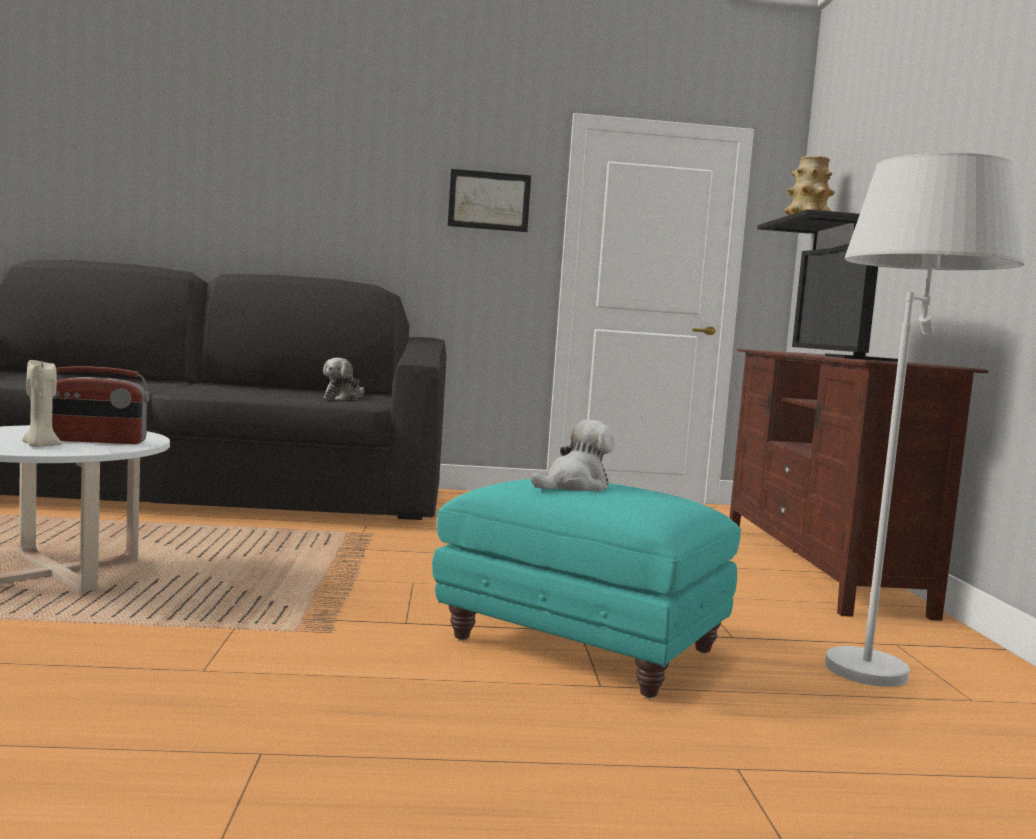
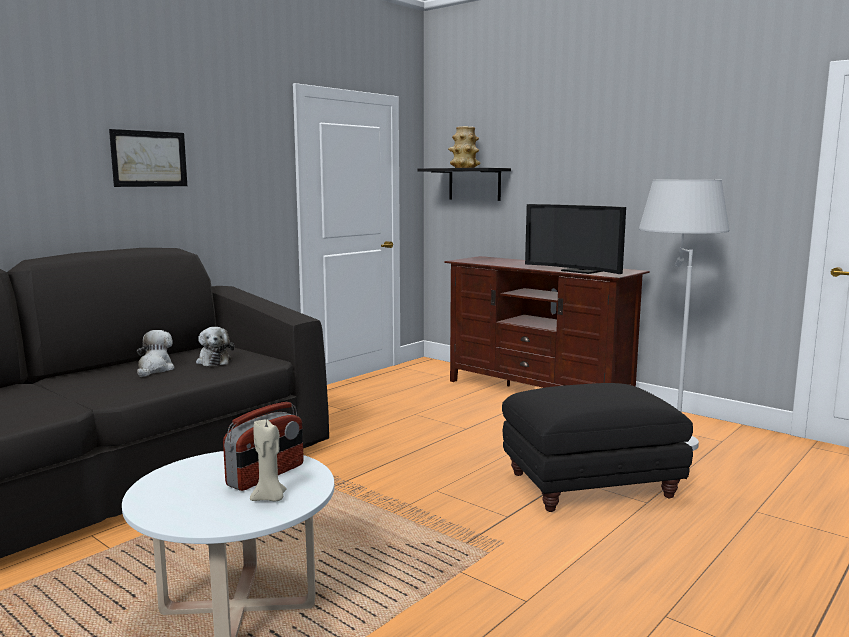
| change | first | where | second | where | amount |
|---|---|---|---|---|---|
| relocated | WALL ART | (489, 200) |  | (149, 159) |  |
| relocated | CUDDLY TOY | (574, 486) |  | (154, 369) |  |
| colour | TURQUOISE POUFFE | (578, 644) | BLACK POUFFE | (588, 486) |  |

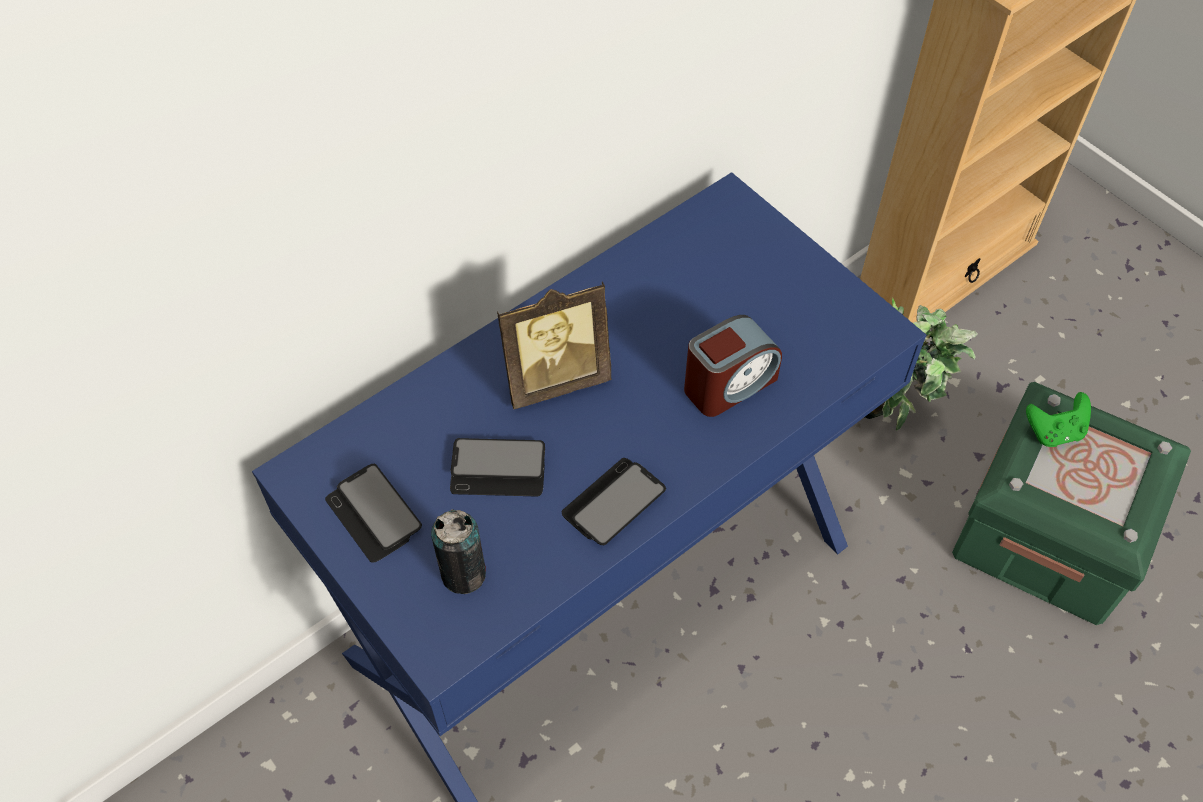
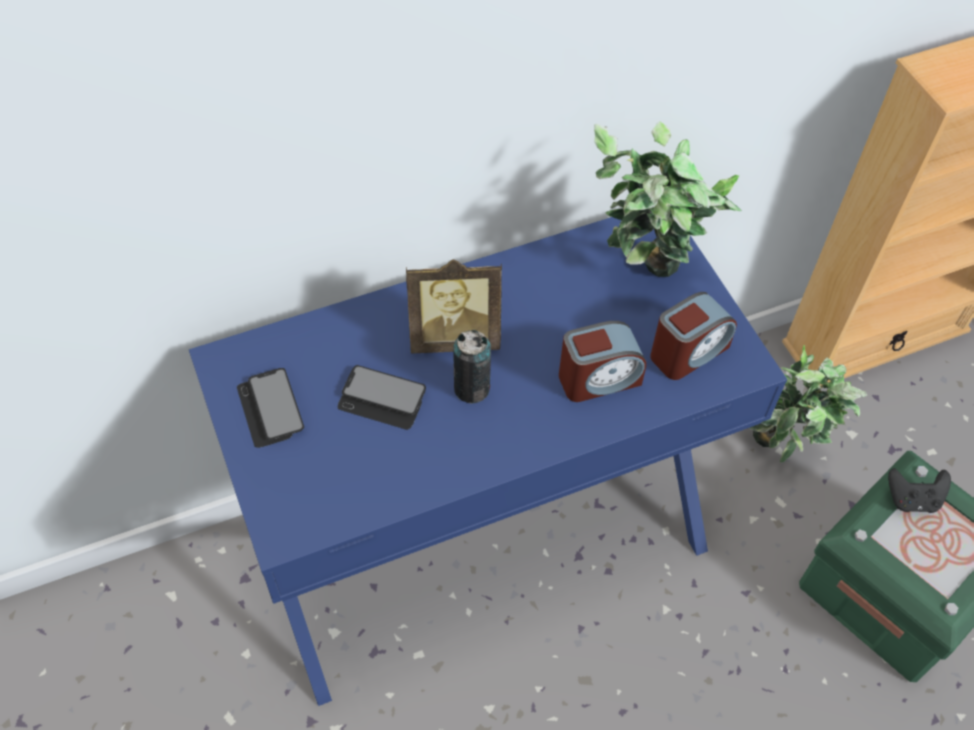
| change | first | where | second | where | amount |
|---|---|---|---|---|---|
| colour | GREENISH GAME CONTROLLER | (1054, 432) | BLACK GAME CONTROLLER | (912, 499) |  |
| missing | HANDSET | (613, 503) |  |  |  |
| relocated | CAN | (463, 574) |  | (471, 388) |  |
| appeared |  |  | POTTED PLANT | (644, 280) |  |
| appeared |  |  | TABLE CLOCK | (688, 352) |  |

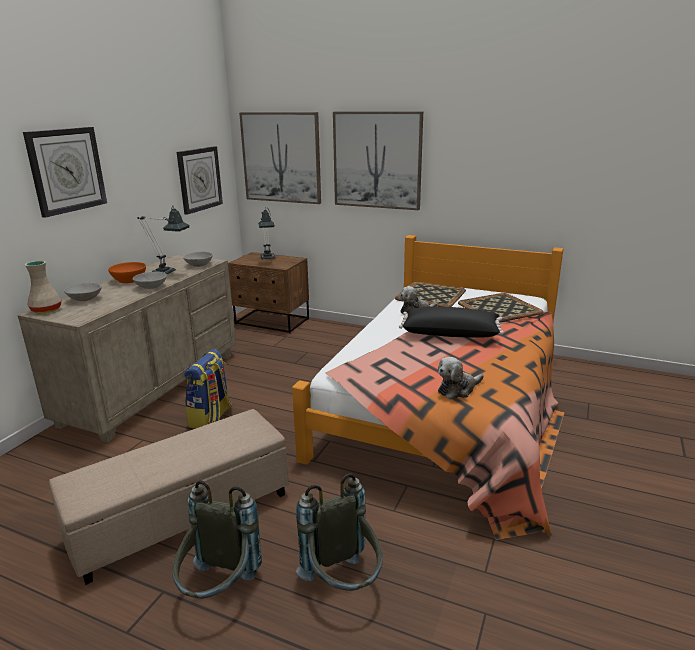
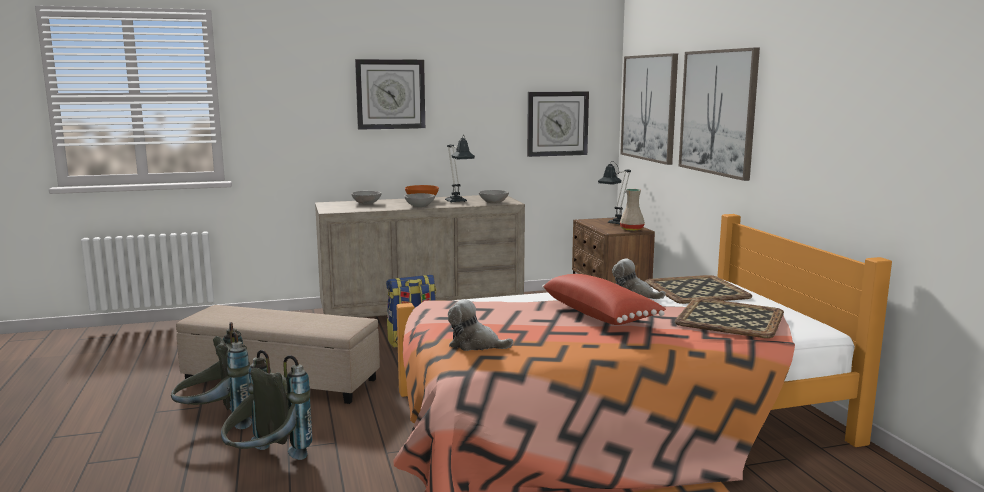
| change | first | where | second | where | amount |
|---|---|---|---|---|---|
| relocated | BEIGE-COLOURED FLOWER VASE | (46, 310) |  | (631, 229) |  |
| colour | BLACK CUSHION | (450, 333) | REDDISH CUSHION | (600, 314) |  |

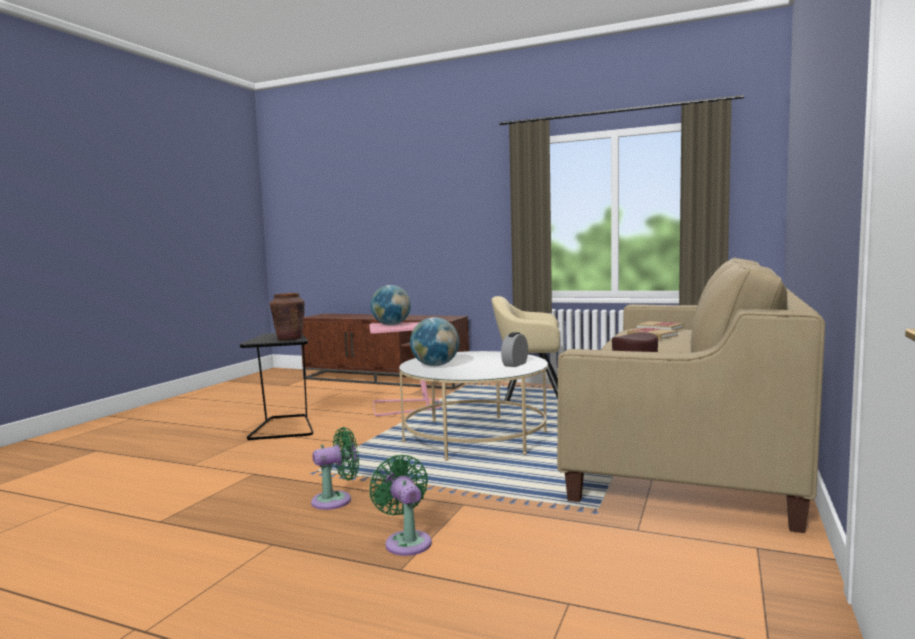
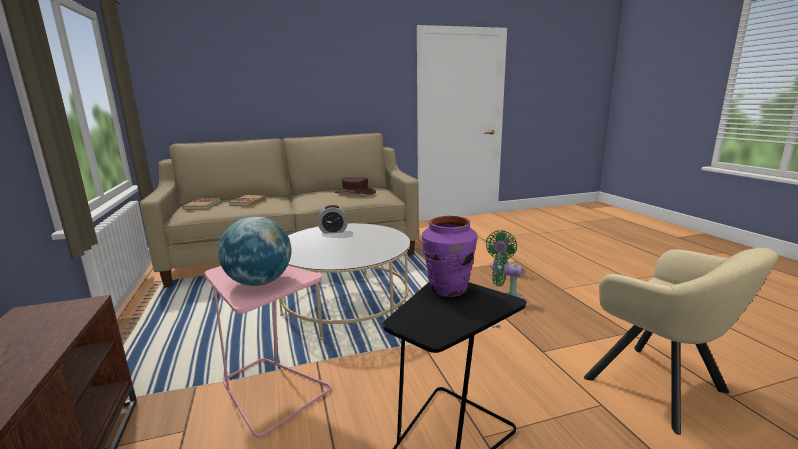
| change | first | where | second | where | amount |
|---|---|---|---|---|---|
| colour | BROWN-COLOURED FLOWER VASE | (289, 339) | PURPLE FLOWER VASE | (448, 289) |  |
| relocated | BEIGE-COLOURED ARMCHAIR | (529, 395) |  | (662, 389) |  |
| missing | DESK GLOBE | (435, 366) |  |  |  |

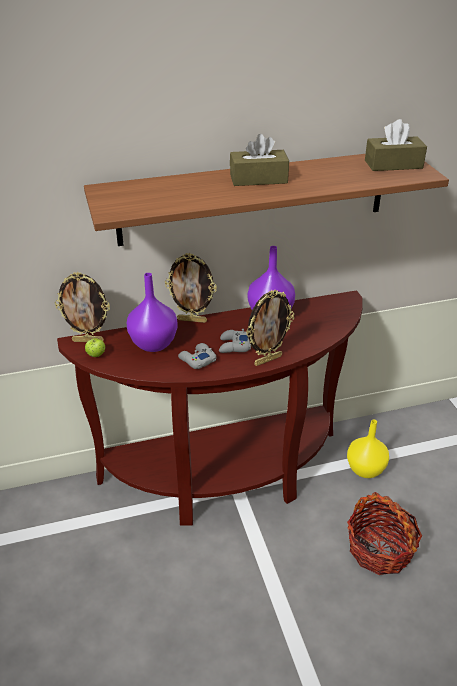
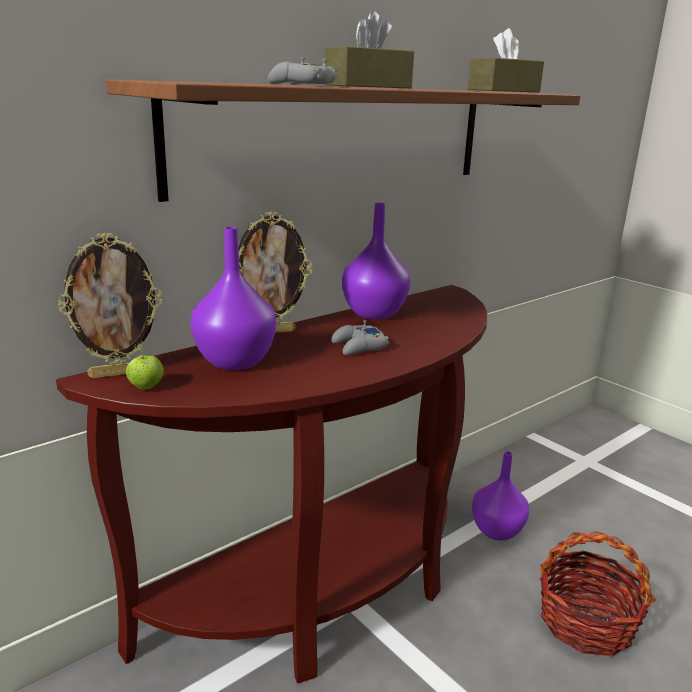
| change | first | where | second | where | amount |
|---|---|---|---|---|---|
| missing | STANDING FRAME | (267, 360) |  |  |  |
| relocated | GRAY GAME CONTROLLER | (197, 360) |  | (302, 85) |  |
| colour | YELLOW FLOWER VASE | (365, 470) | PURPLE FLOWER VASE | (497, 531) |  |

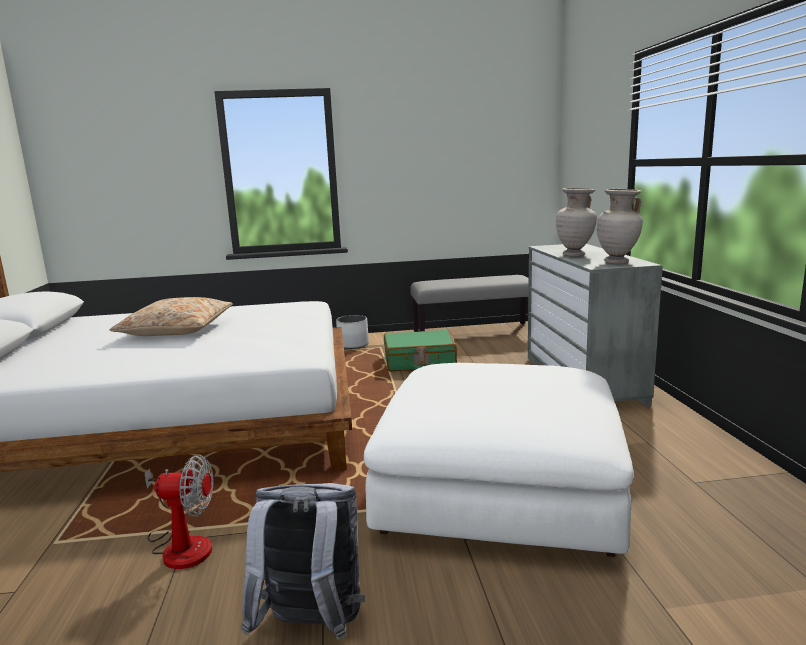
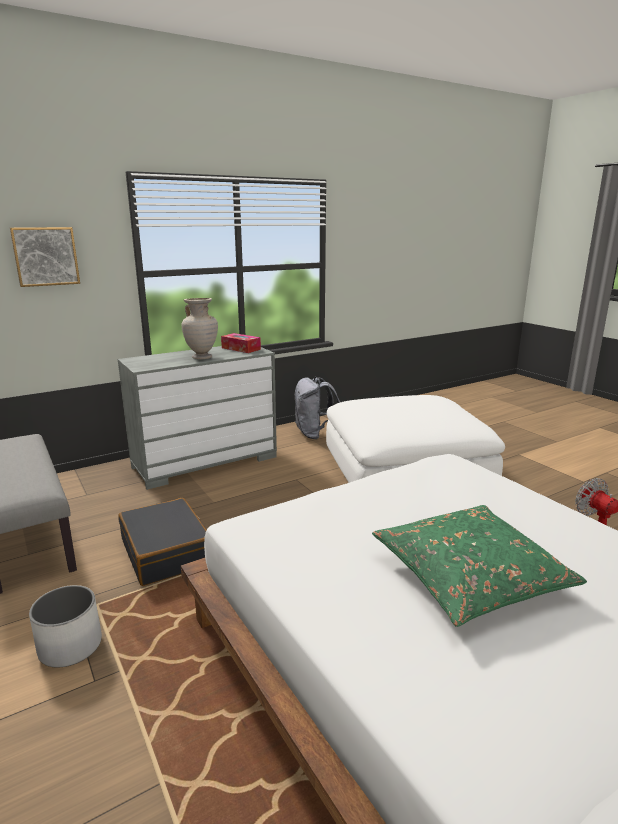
| change | first | where | second | where | amount |
|---|---|---|---|---|---|
| exchanged | BEIGE-COLOURED FLOWER VASE | (617, 262) | BOX OF TISSUES | (241, 348) |  |
| colour | BEIGE-COLOURED CUSHION | (177, 330) | GREENISH CUSHION | (470, 575) |  |
| colour | GREENISH PIECE OF LUGGAGE | (419, 362) | BLACK PIECE OF LUGGAGE | (166, 552) |  |
| relocated | GRAY KNAPSACK | (312, 626) |  | (315, 434) |  |
| appeared |  |  | WALL ART | (45, 256) |  |

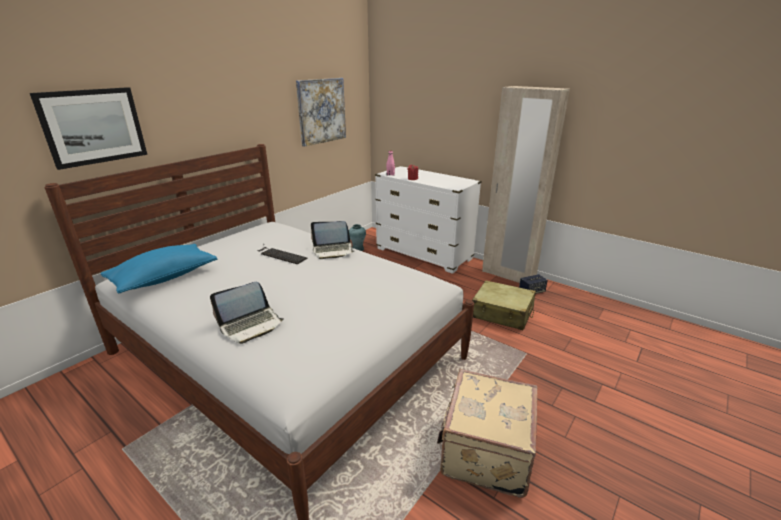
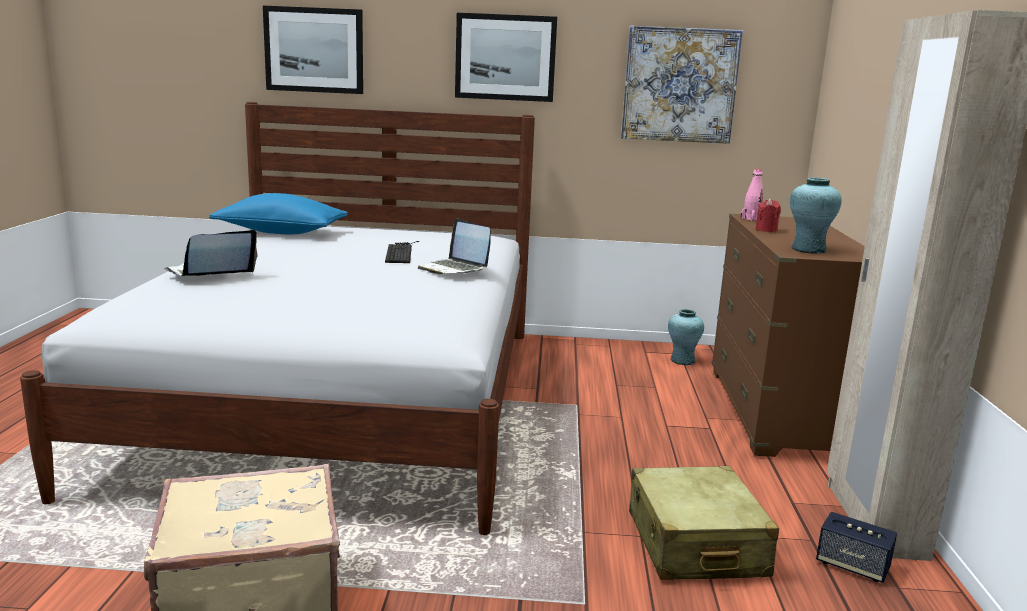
| change | first | where | second | where | amount |
|---|---|---|---|---|---|
| colour | WHITE-COLOURED DRESSER | (424, 254) | BROWN-COLOURED DRESSER | (775, 413) |  |
| spun | NOTEBOOK COMPUTER | (251, 325) |  | (210, 274) | 120 degrees clockwise |
| appeared |  |  | WALL ART | (505, 57) |  |
| appeared |  |  | TURQUOISE FLOWER VASE | (808, 250) |  |

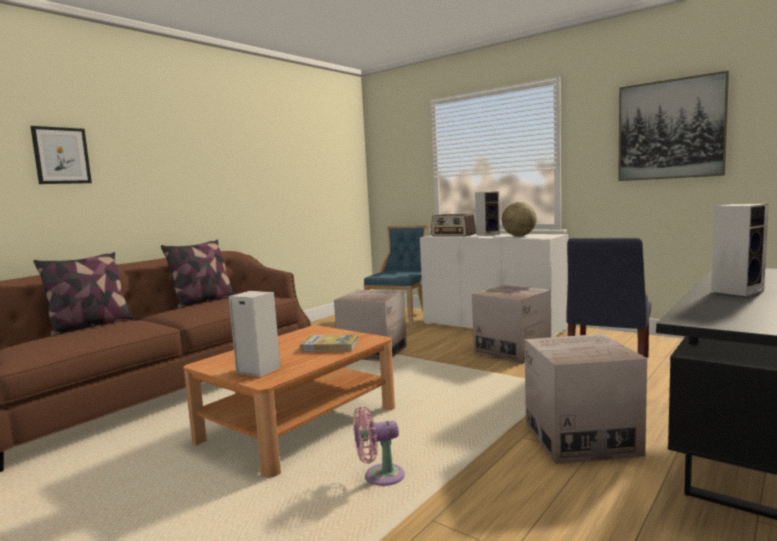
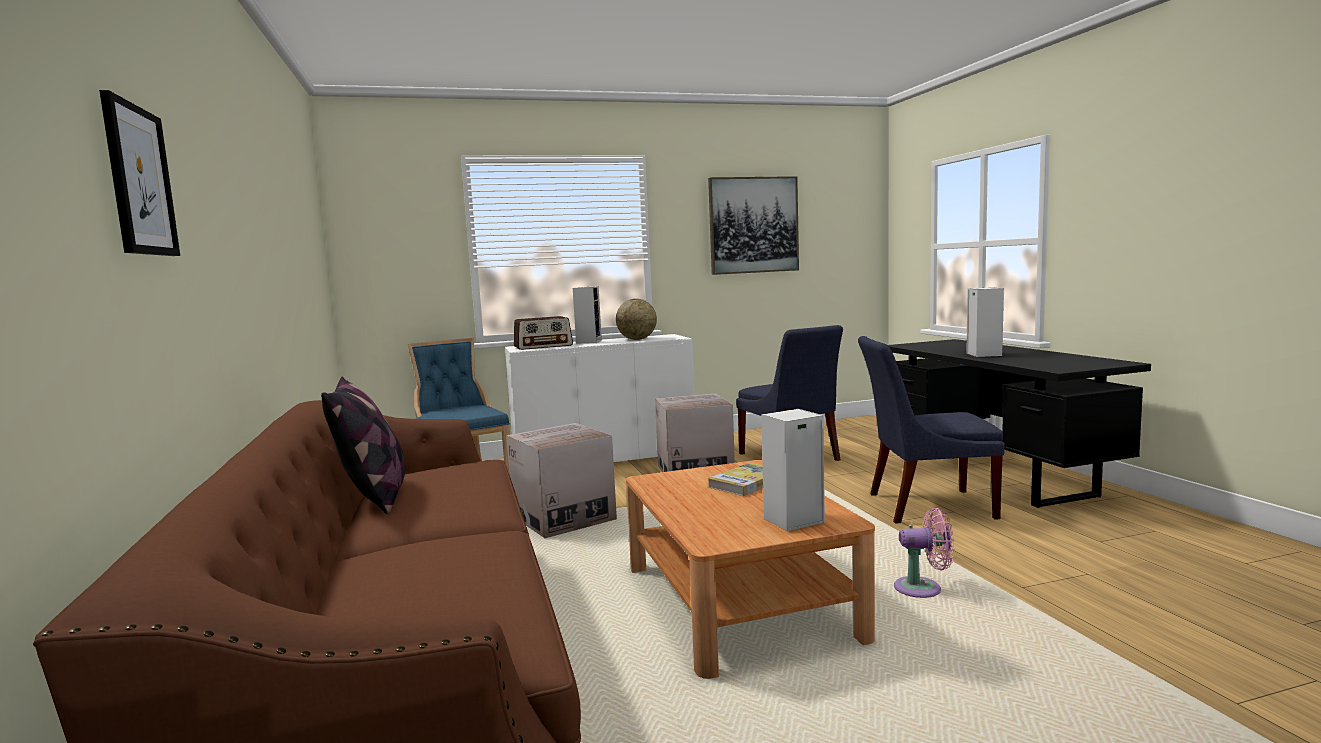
| change | first | where | second | where | amount |
|---|---|---|---|---|---|
| missing | CUSHION | (90, 326) |  |  |  |
| exchanged | CARTON | (581, 439) | BLUISH PLAIN CHAIR | (924, 506) |  |
| spun | PINK COOLING FAN | (380, 477) |  | (923, 589) | 105 degrees counterclockwise |

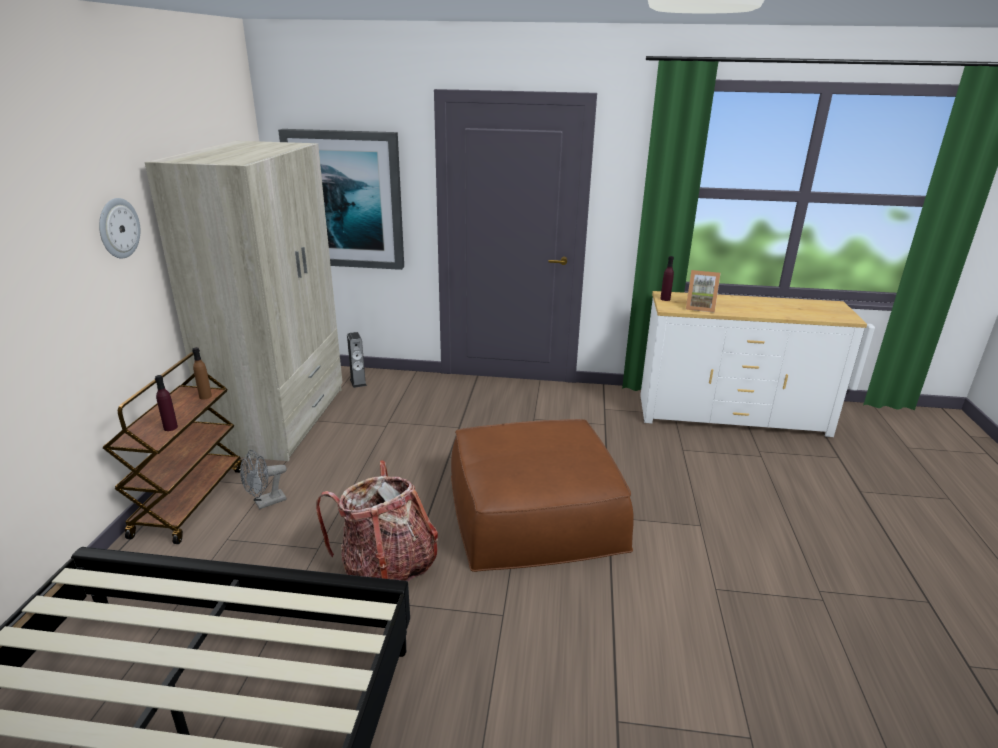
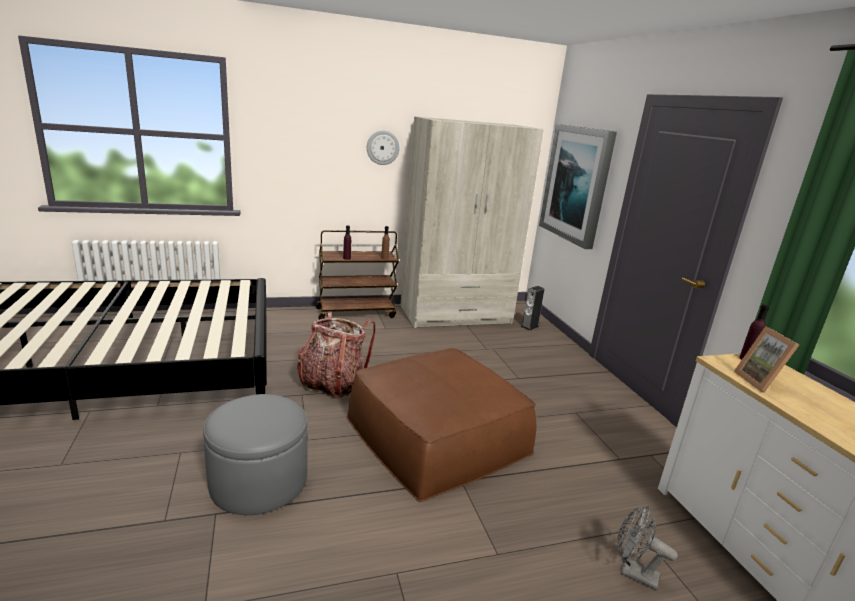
| change | first | where | second | where | amount |
|---|---|---|---|---|---|
| relocated | GRAY COOLING FAN | (265, 503) |  | (632, 573) |  |
| appeared |  |  | GRAY POUFFE | (258, 481) |  |

